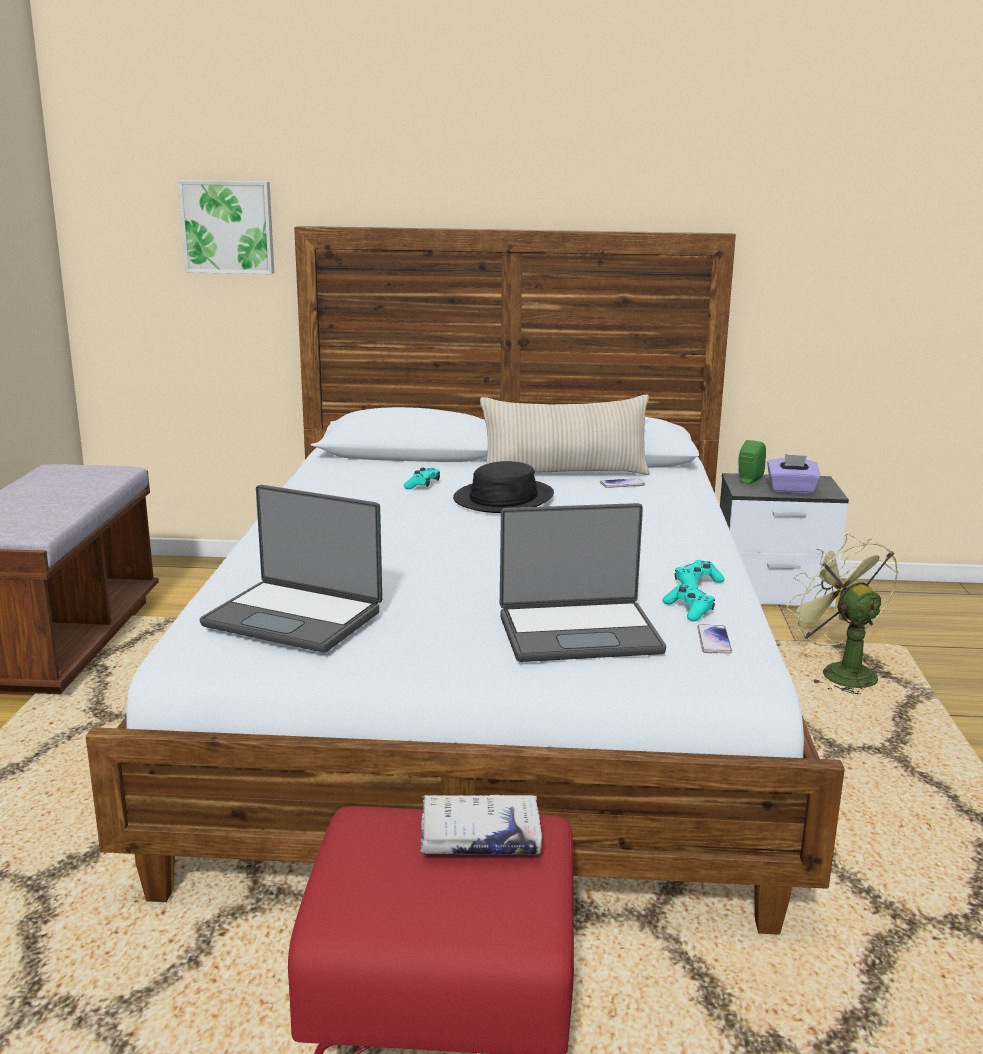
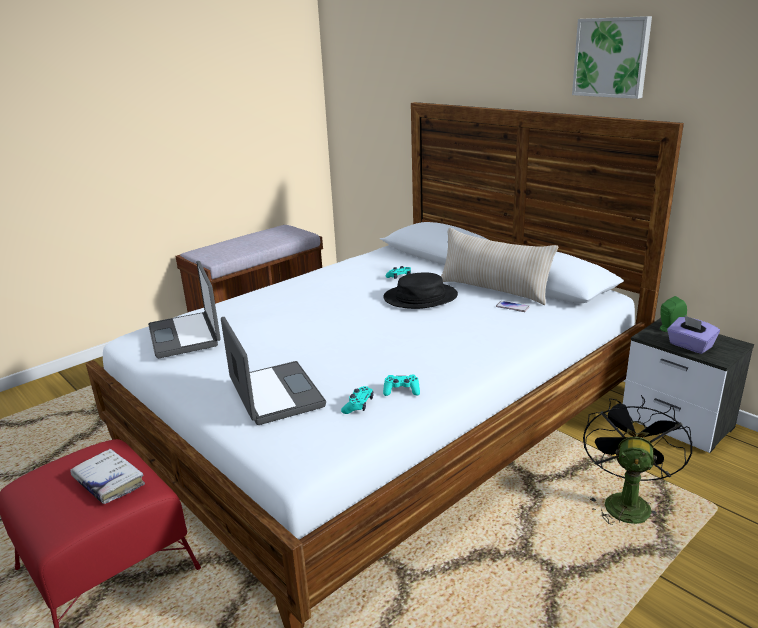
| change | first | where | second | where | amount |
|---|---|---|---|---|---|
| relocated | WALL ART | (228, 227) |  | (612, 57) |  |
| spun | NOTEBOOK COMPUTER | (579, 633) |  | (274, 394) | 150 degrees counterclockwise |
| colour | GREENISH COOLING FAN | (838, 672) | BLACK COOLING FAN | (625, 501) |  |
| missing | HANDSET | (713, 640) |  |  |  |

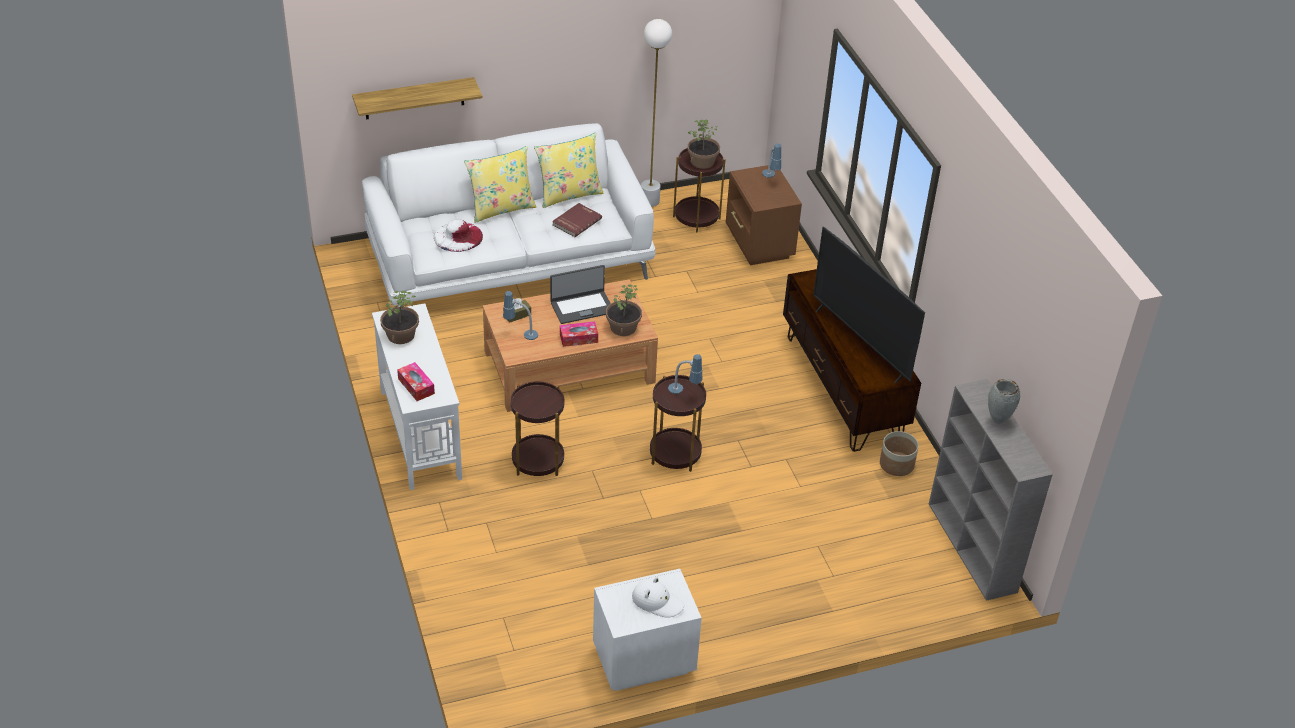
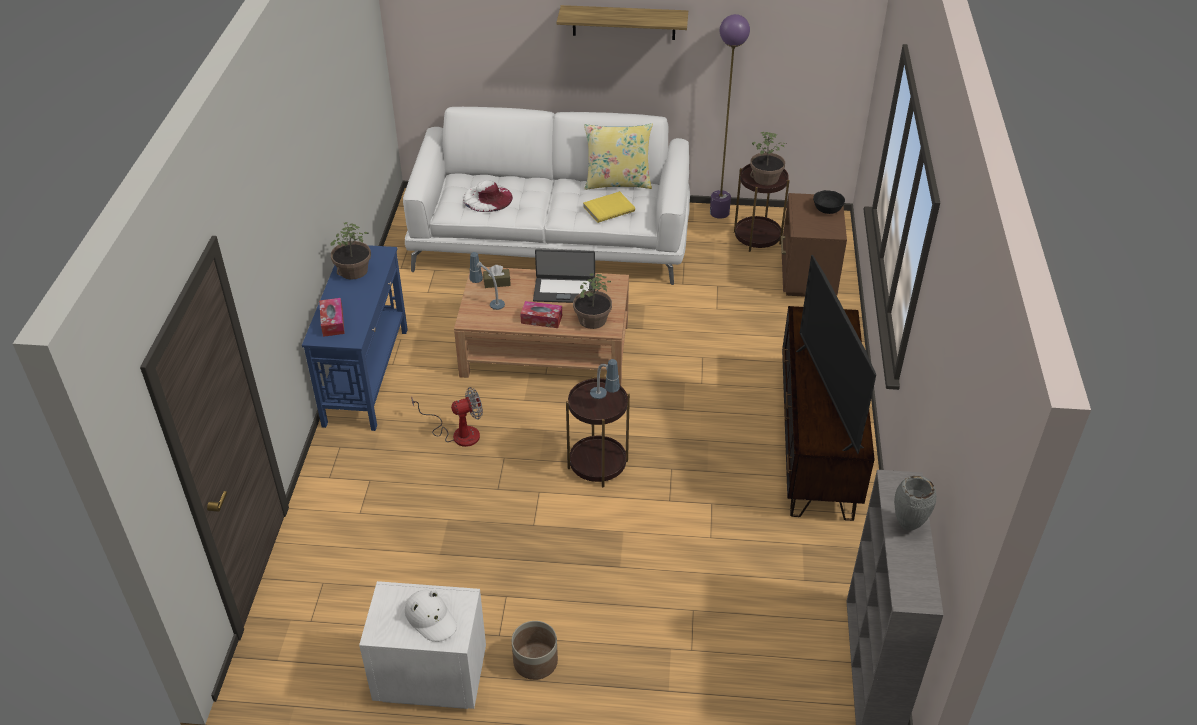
| change | first | where | second | where | amount |
|---|---|---|---|---|---|
| colour | WHITE-COLOURED FLOOR LAMP | (650, 201) | PURPLE FLOOR LAMP | (719, 213) |  |
| relocated | WALL SHELF | (414, 98) |  | (624, 22) |  |
| exchanged | LAMP FOR A TABLE | (770, 179) | BLACK DEEP DISH | (827, 209) |  |
| missing | YELLOW CUSHION | (501, 208) |  |  |  |
| colour | REDDISH VOLUME | (576, 221) | YELLOW VOLUME | (608, 208) |  |
| colour | WHITE-COLOURED NARROW TABLE | (420, 433) | BLUISH NARROW TABLE | (367, 375) |  |
| exchanged | BROWN-COLOURED ACCENT TABLE | (538, 461) | COOLING FAN | (457, 433) |  |
| relocated | PLANTER | (896, 464) |  | (535, 661) |  |

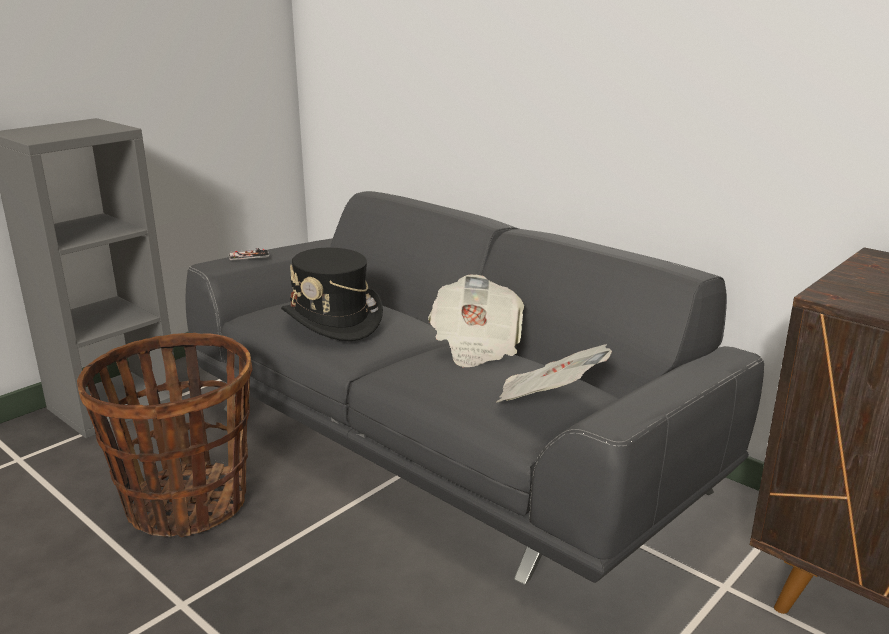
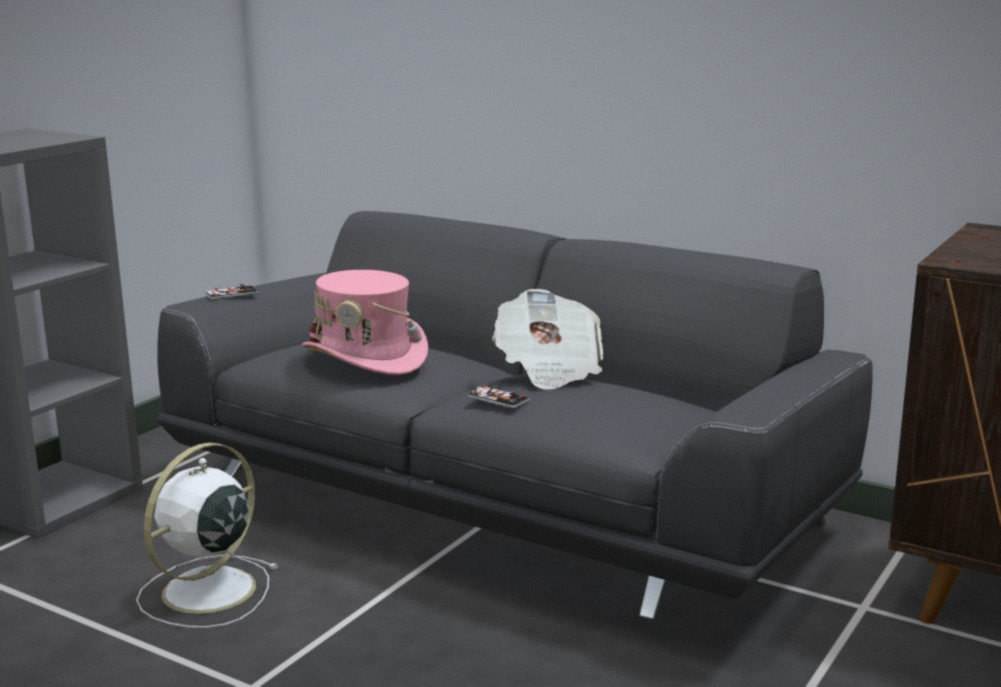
| change | first | where | second | where | amount |
|---|---|---|---|---|---|
| colour | BLACK WEARABLE HAT | (333, 321) | PINK WEARABLE HAT | (366, 357) |  |
| exchanged | BASKET | (186, 503) | WHITE-COLOURED COOLING FAN | (205, 592) |  |
| missing | NEWSPAPER | (548, 400) |  |  |  |
| appeared |  |  | HANDSET | (498, 399) |  |

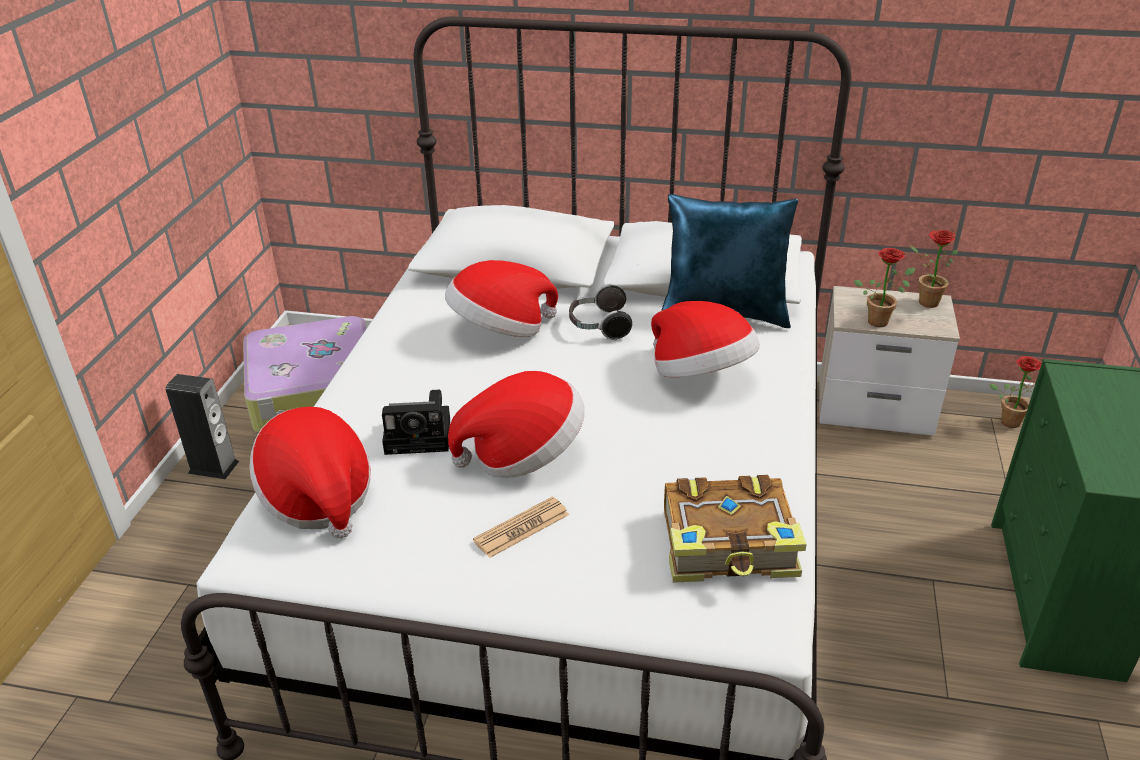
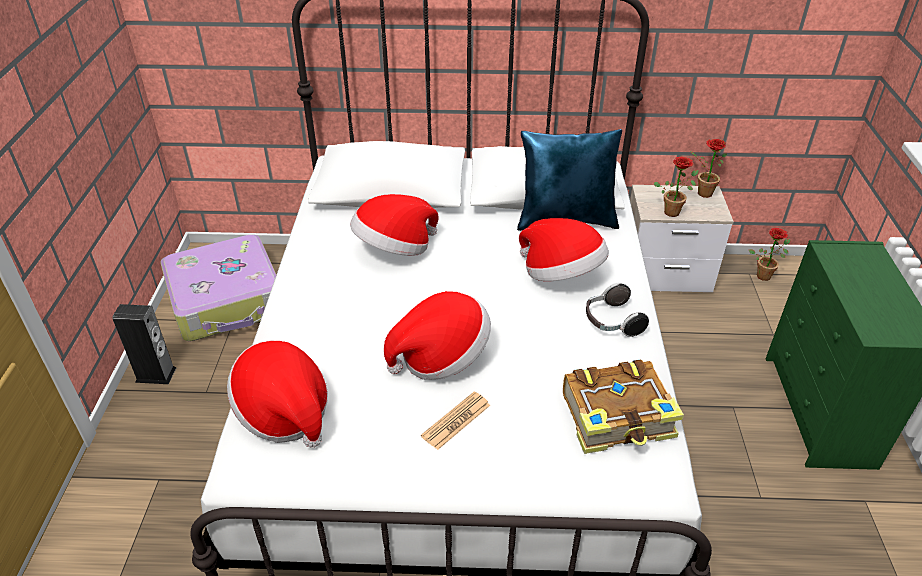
| change | first | where | second | where | amount |
|---|---|---|---|---|---|
| relocated | HEADPHONES | (599, 326) |  | (611, 322) |  |
| missing | STILL CAMERA | (421, 435) |  |  |  |

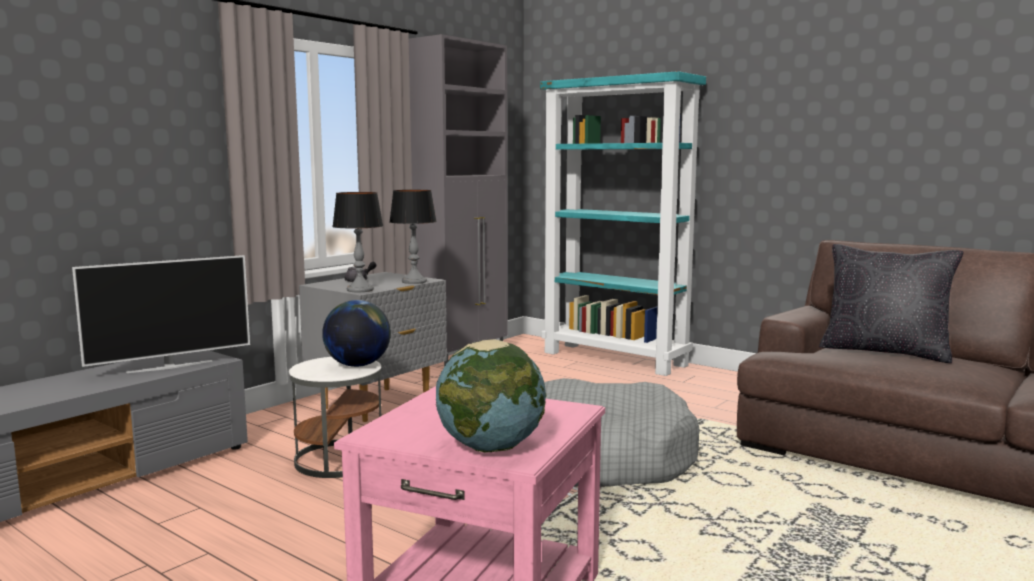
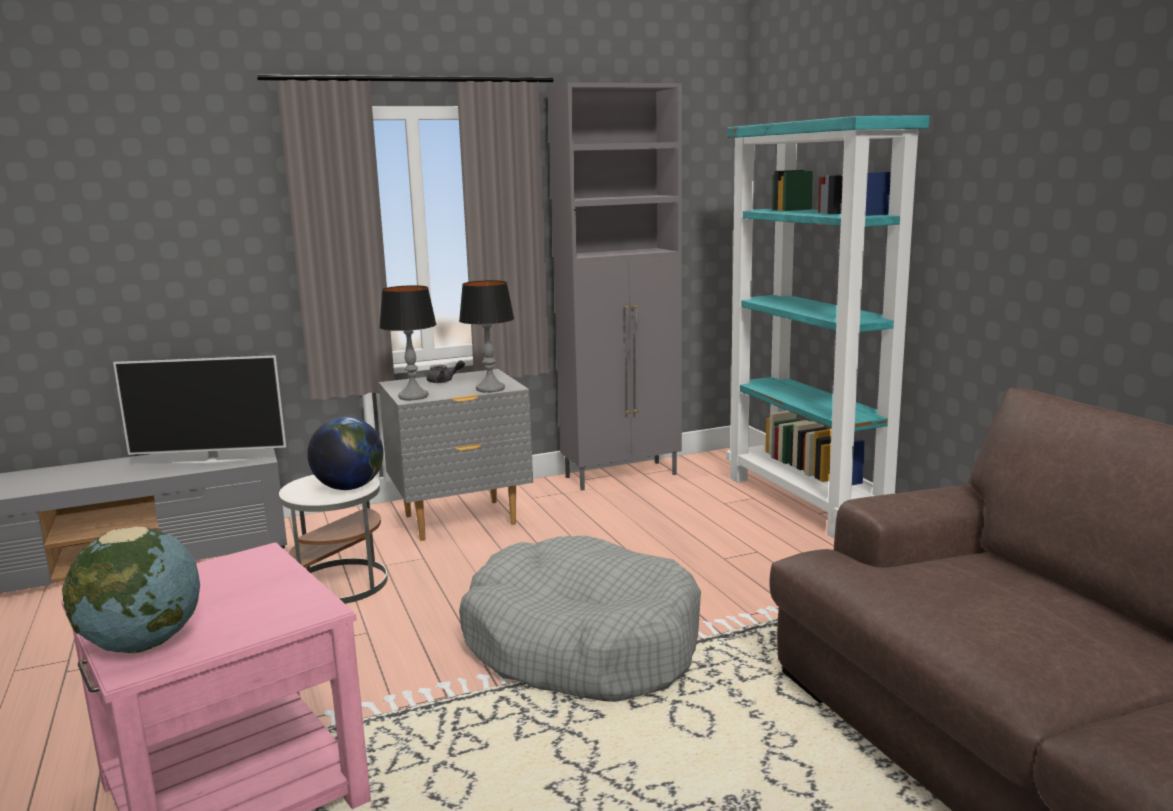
| change | first | where | second | where | amount |
|---|---|---|---|---|---|
| missing | BLACK CUSHION | (884, 351) |  |  |  |

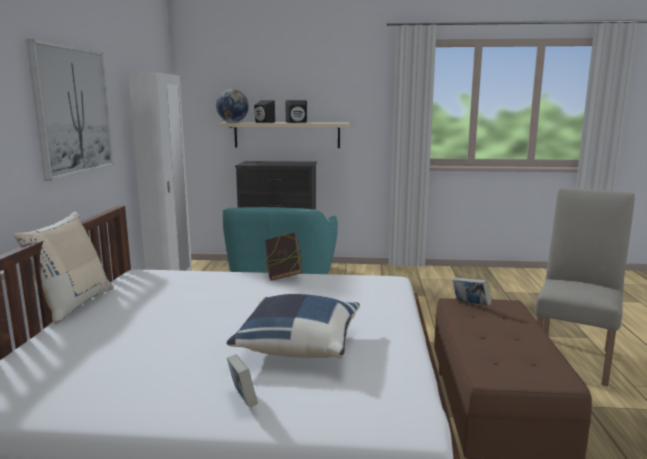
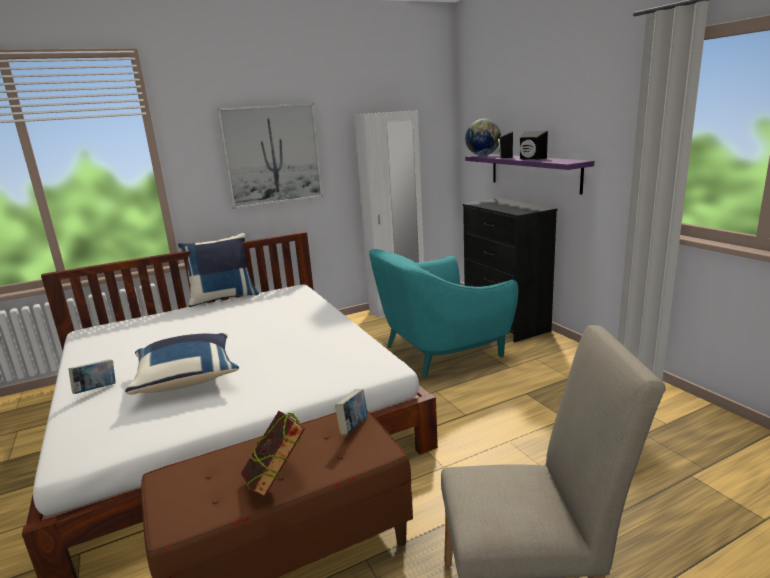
| change | first | where | second | where | amount |
|---|---|---|---|---|---|
| colour | BEIGE-COLOURED WALL SHELF | (287, 135) | PURPLE WALL SHELF | (534, 172) |  |
| colour | BEIGE-COLOURED CUSHION | (73, 304) | BLUISH CUSHION | (223, 297) |  |
| relocated | VOLUME | (283, 276) |  | (276, 481) |  |

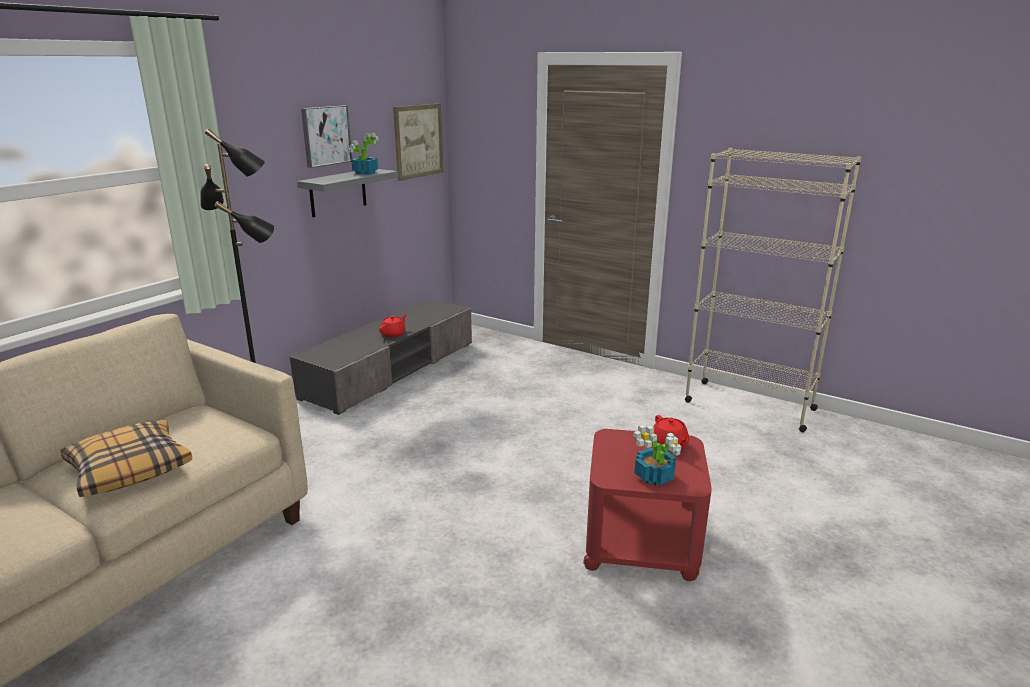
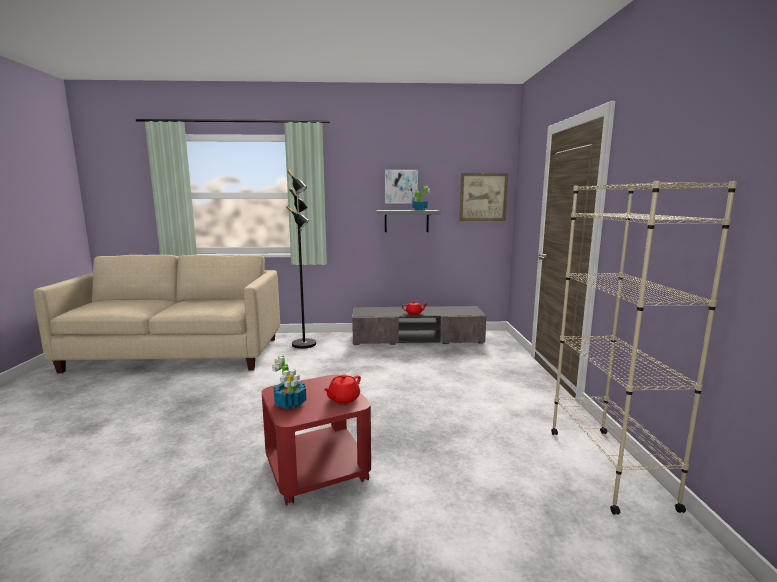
| change | first | where | second | where | amount |
|---|---|---|---|---|---|
| missing | CUSHION | (129, 468) |  |  |  |

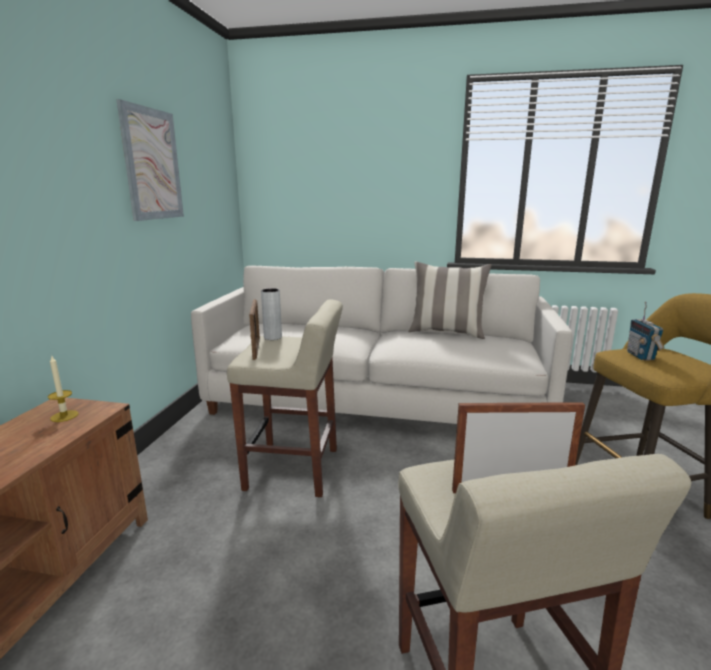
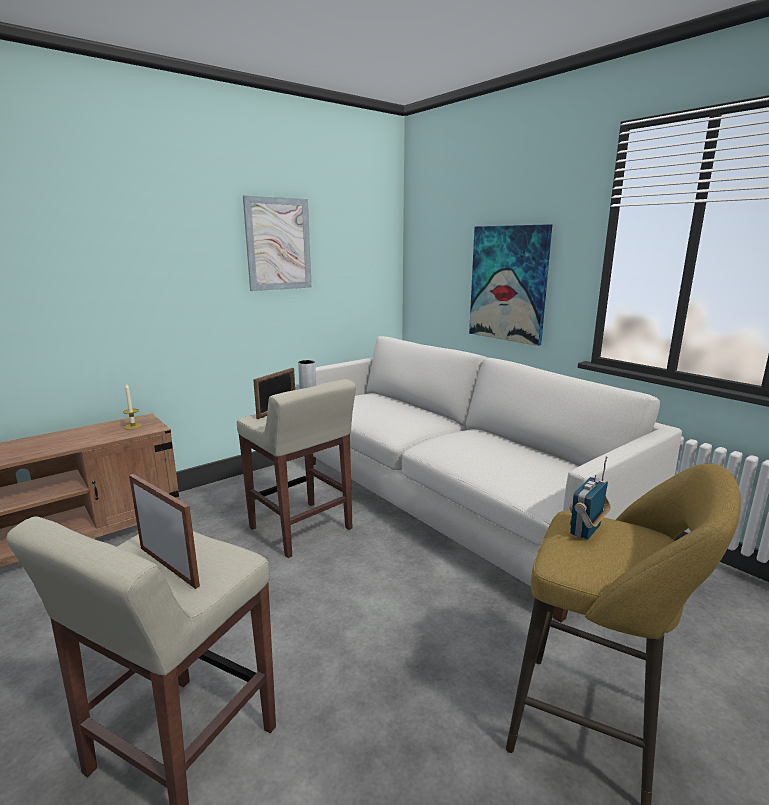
| change | first | where | second | where | amount |
|---|---|---|---|---|---|
| missing | CUSHION | (446, 332) |  |  |  |
| appeared |  |  | WALL ART | (508, 283) |  |

